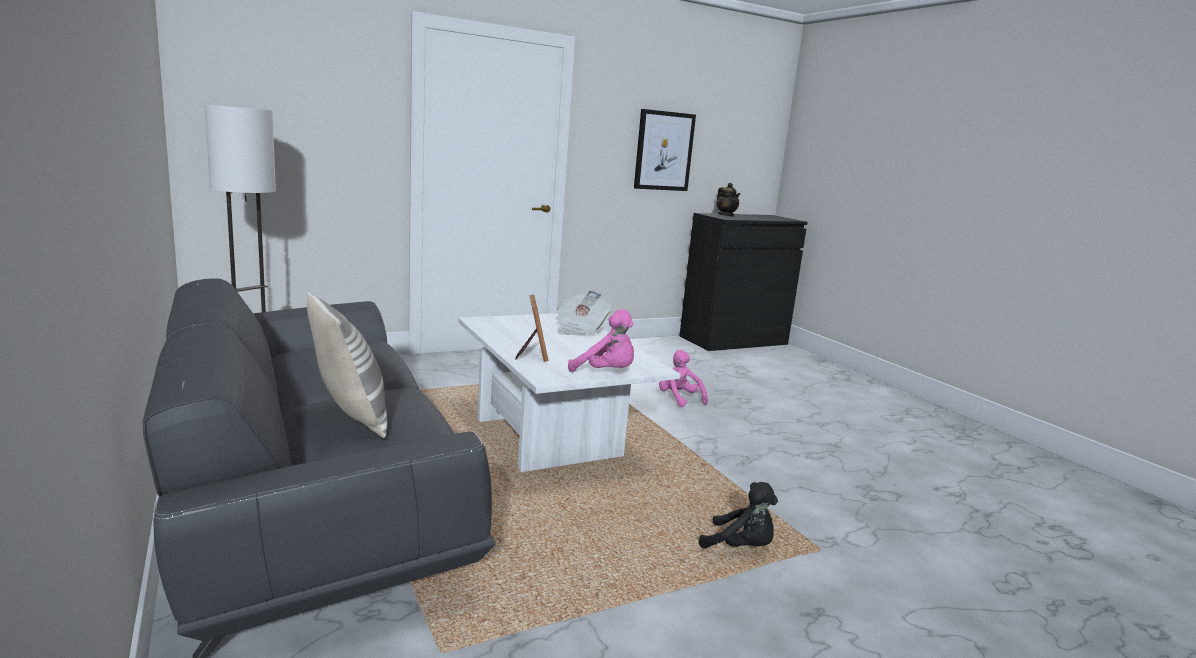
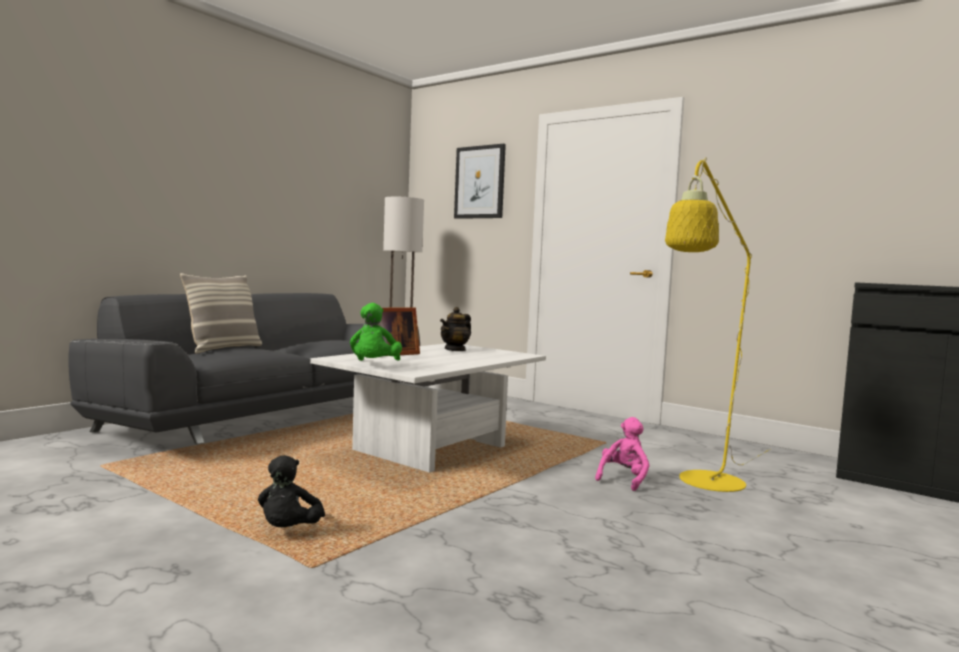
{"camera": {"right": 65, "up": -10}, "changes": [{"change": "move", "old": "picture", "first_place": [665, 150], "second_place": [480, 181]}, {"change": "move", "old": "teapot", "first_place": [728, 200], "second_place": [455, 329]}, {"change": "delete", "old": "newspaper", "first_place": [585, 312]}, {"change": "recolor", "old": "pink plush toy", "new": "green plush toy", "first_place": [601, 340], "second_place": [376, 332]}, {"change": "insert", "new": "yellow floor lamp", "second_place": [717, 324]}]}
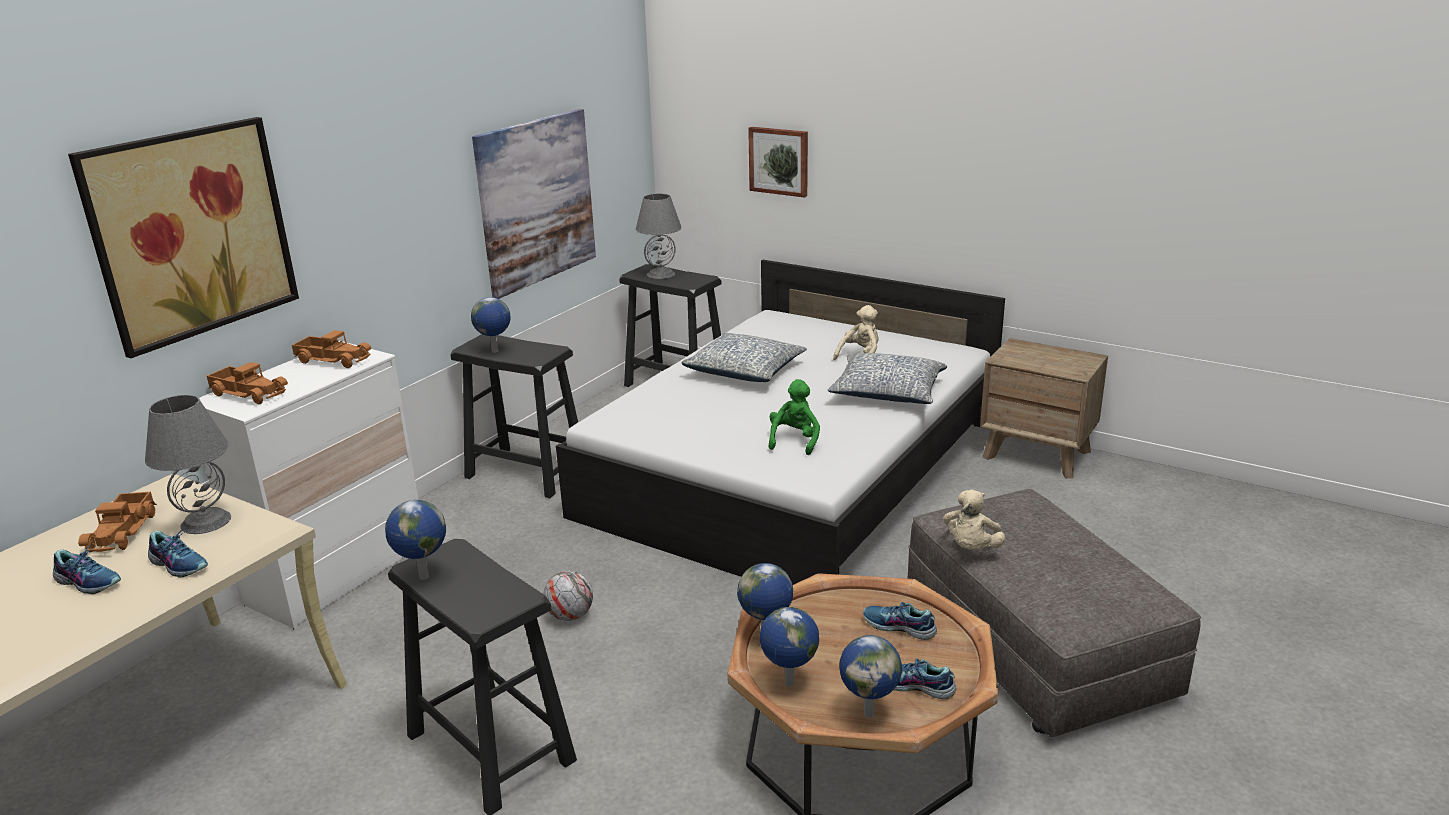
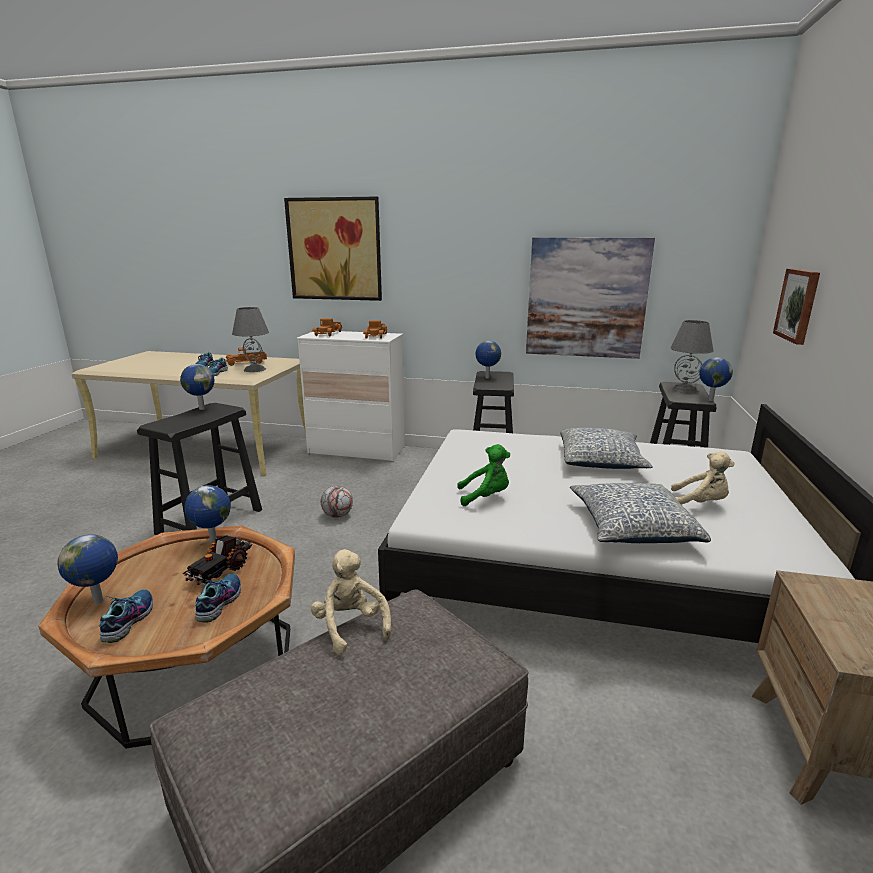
{"camera": {"right": 70, "up": -5}, "changes": [{"change": "rotate", "old": "beige plush toy", "first_place": [974, 519], "second_place": [351, 602], "degrees": 60}, {"change": "move", "old": "globe", "first_place": [789, 647], "second_place": [716, 379]}, {"change": "insert", "new": "toy truck", "second_place": [217, 560]}]}
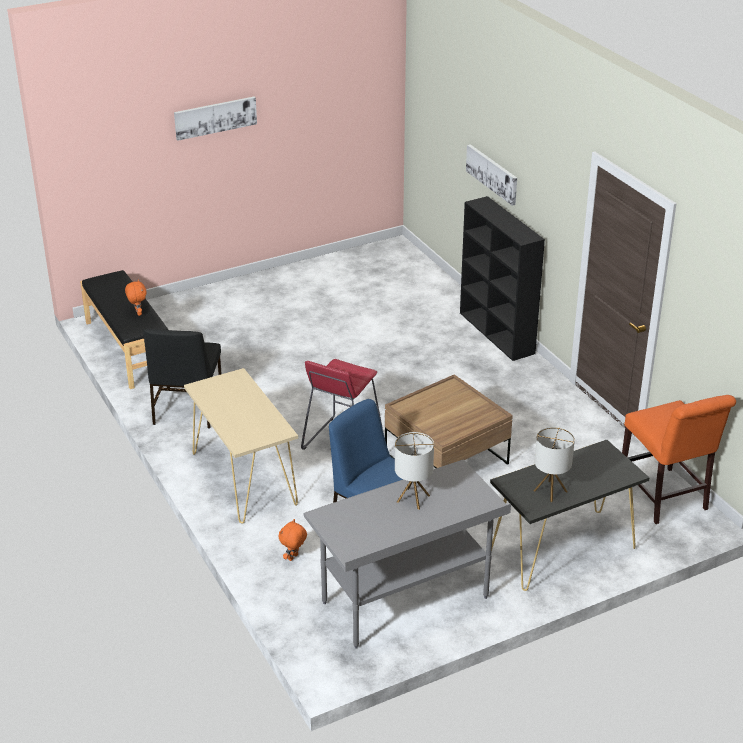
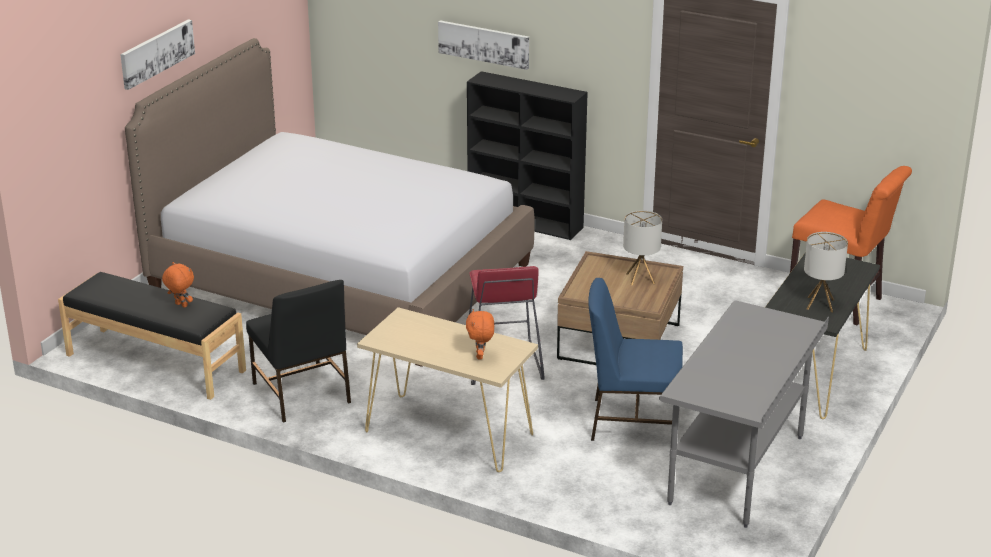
{"camera": {"right": -35, "up": -5}, "changes": [{"change": "move", "old": "table lamp", "first_place": [414, 471], "second_place": [642, 247]}, {"change": "move", "old": "orange plush toy", "first_place": [293, 540], "second_place": [480, 334]}, {"change": "insert", "new": "bed", "second_place": [329, 202]}]}
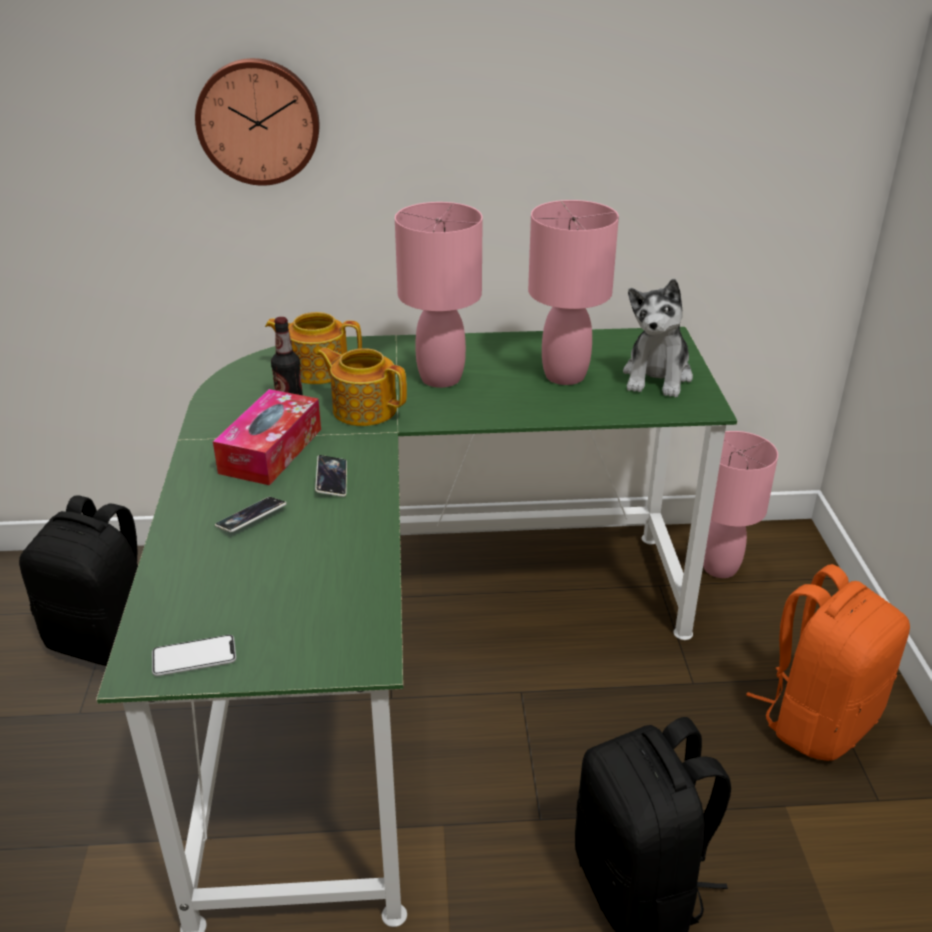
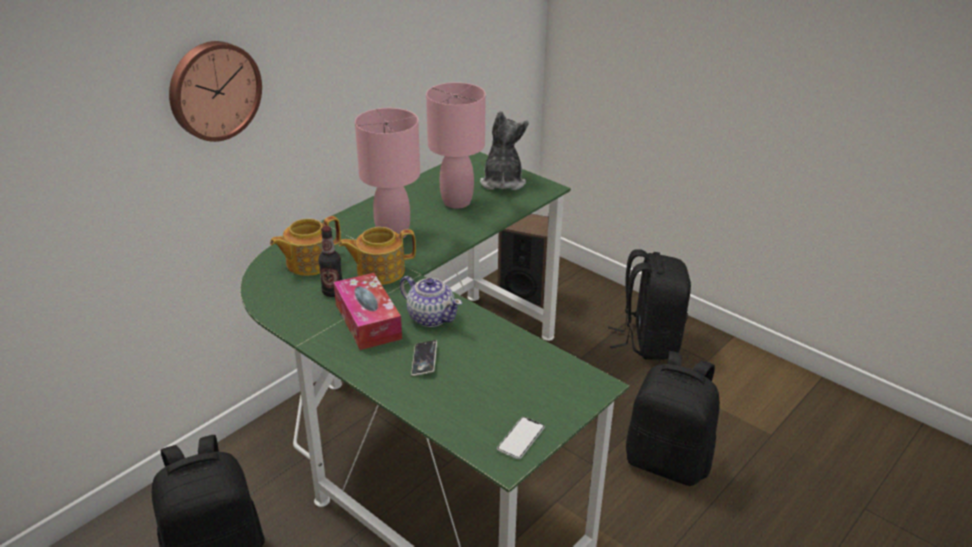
{"camera": {"right": -45, "up": 0}, "changes": [{"change": "rotate", "old": "plush toy", "first_place": [658, 338], "second_place": [504, 150], "degrees": -150}, {"change": "replace", "old": "pink table lamp", "new": "speaker", "first_place": [740, 504], "second_place": [523, 261]}, {"change": "replace", "old": "phone", "new": "teapot", "first_place": [331, 476], "second_place": [431, 301]}, {"change": "recolor", "old": "orange backpack", "new": "black backpack", "first_place": [828, 662], "second_place": [649, 304]}]}
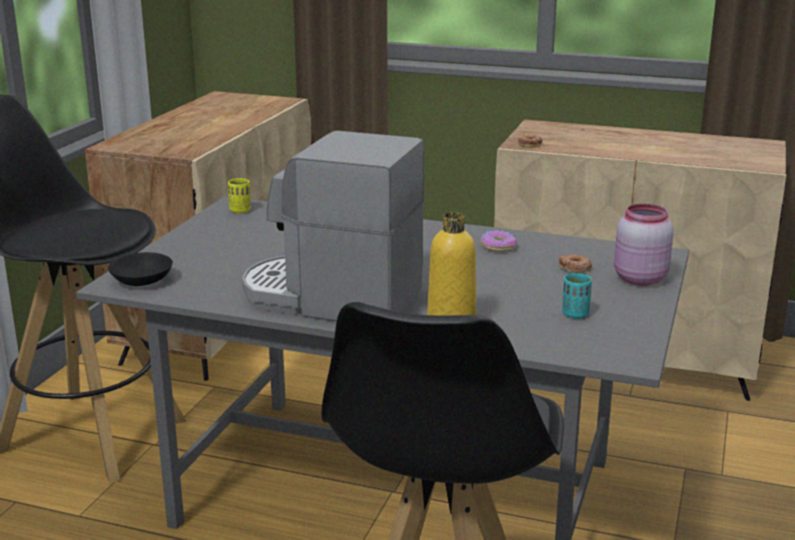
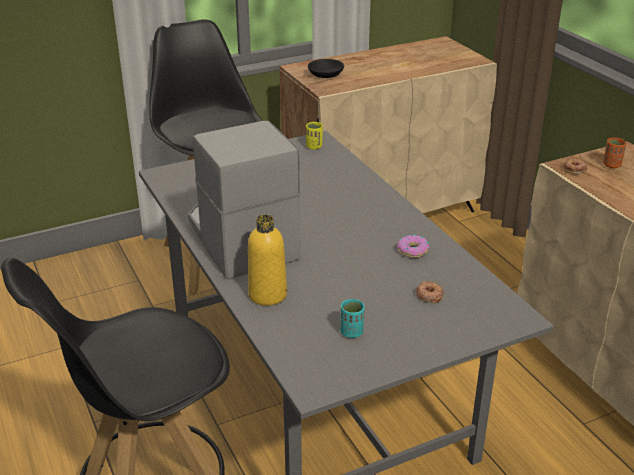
{"camera": {"right": 45, "up": 10}, "changes": [{"change": "delete", "old": "pink jar", "first_place": [644, 245]}, {"change": "move", "old": "black bowl", "first_place": [140, 269], "second_place": [326, 68]}, {"change": "insert", "new": "orange cup", "second_place": [614, 152]}]}
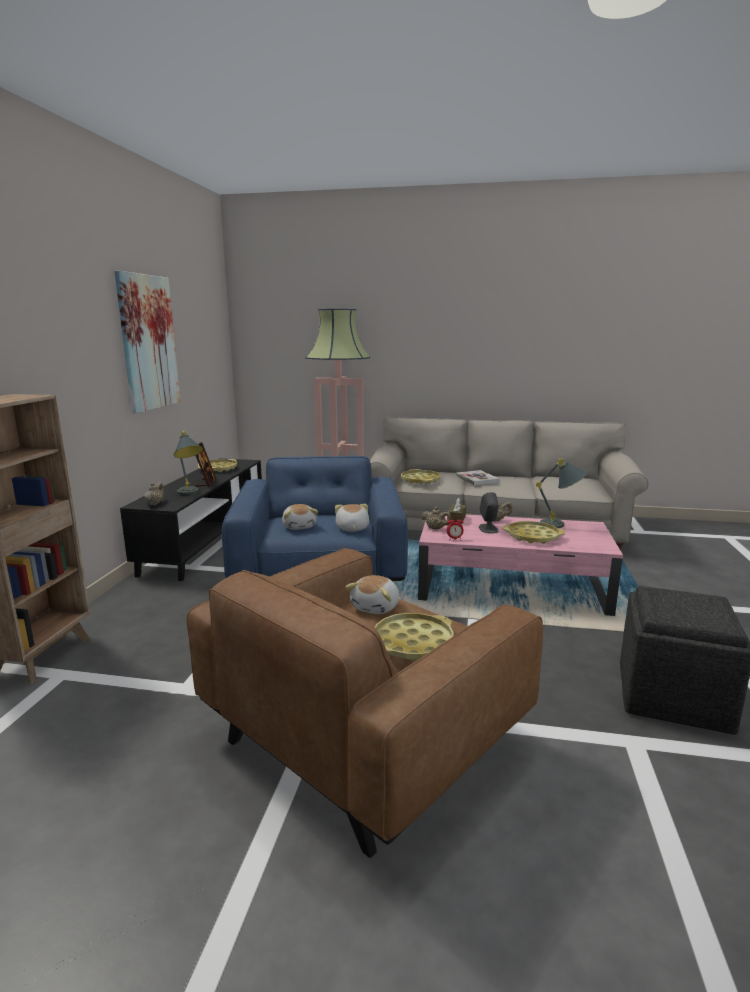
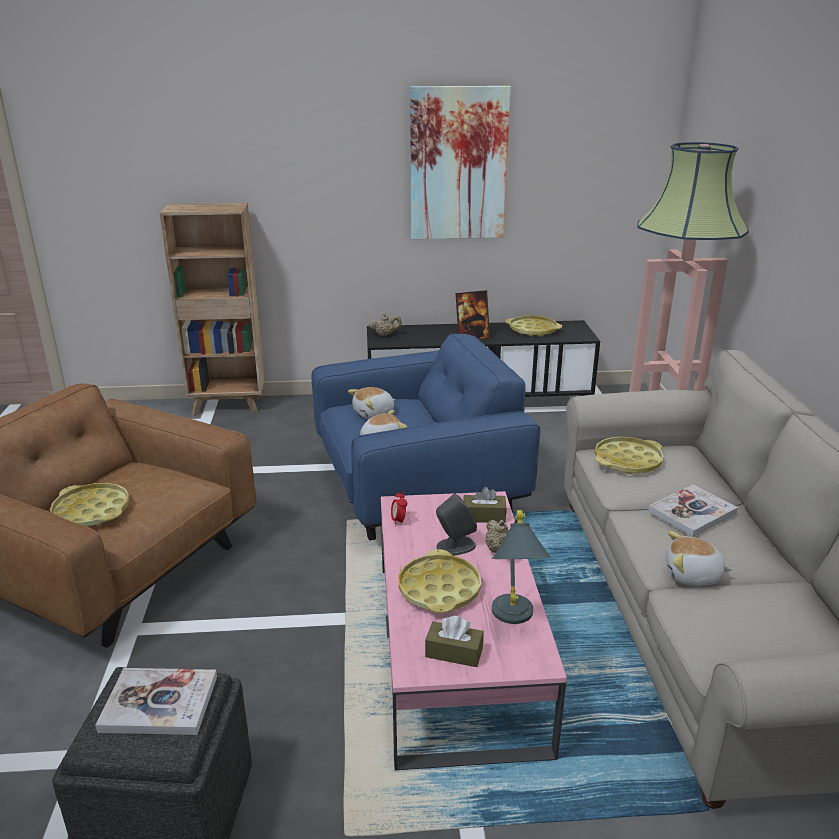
{"camera": {"right": 75, "up": 10}, "changes": [{"change": "delete", "old": "grey table lamp", "first_place": [188, 463]}, {"change": "delete", "old": "beige teapot", "first_place": [436, 518]}, {"change": "move", "old": "plush toy", "first_place": [372, 594], "second_place": [699, 558]}, {"change": "insert", "new": "brown tissue box", "second_place": [454, 641]}, {"change": "insert", "new": "book", "second_place": [156, 701]}]}
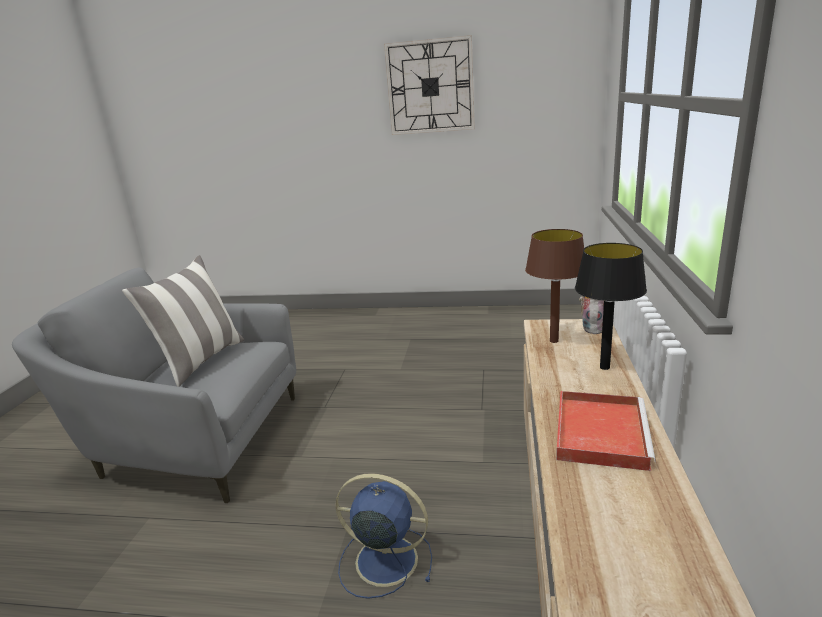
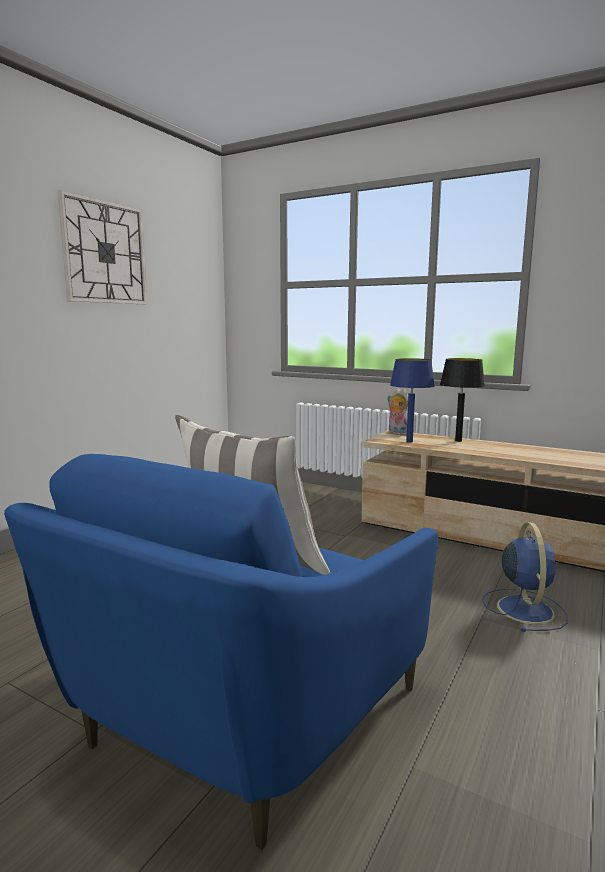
{"camera": {"right": -70, "up": -10}, "changes": [{"change": "recolor", "old": "brown table lamp", "new": "blue table lamp", "first_place": [554, 286], "second_place": [412, 400]}, {"change": "recolor", "old": "grey armchair", "new": "blue armchair", "first_place": [154, 385], "second_place": [221, 652]}, {"change": "delete", "old": "red tray", "first_place": [606, 431]}, {"change": "rotate", "old": "blue fan", "first_place": [383, 536], "second_place": [525, 577], "degrees": 150}]}
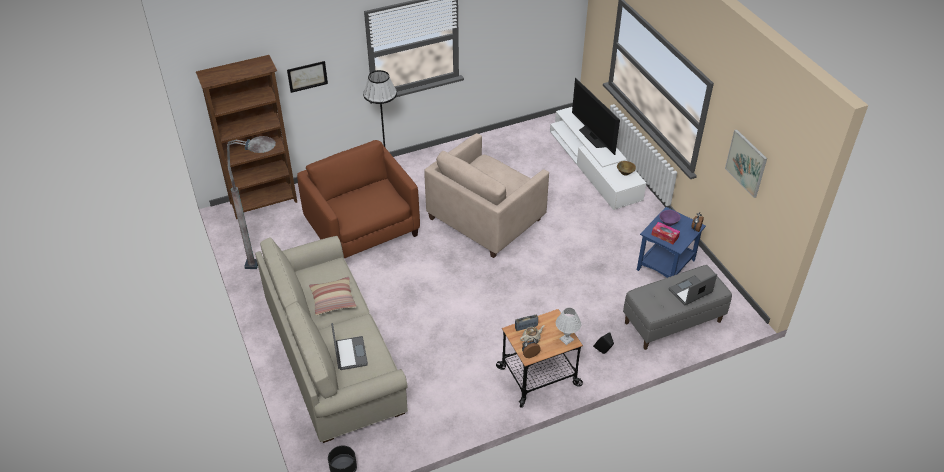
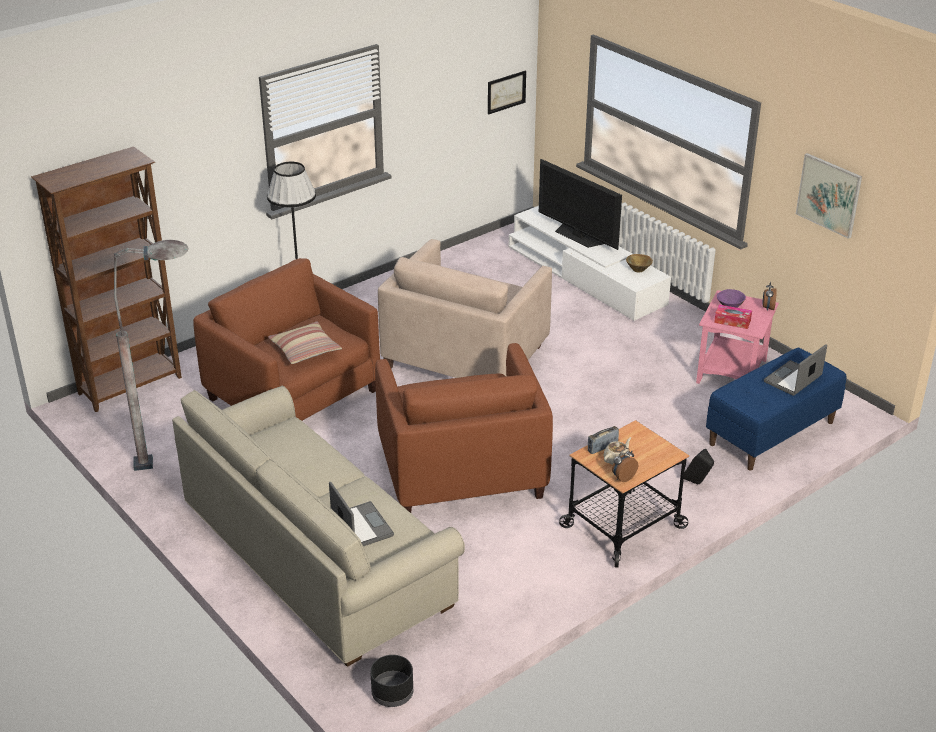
{"camera": {"right": -15, "up": -10}, "changes": [{"change": "move", "old": "picture", "first_place": [307, 77], "second_place": [507, 92]}, {"change": "recolor", "old": "blue side table", "new": "pink side table", "first_place": [671, 242], "second_place": [737, 337]}, {"change": "recolor", "old": "grey bench", "new": "blue bench", "first_place": [677, 307], "second_place": [776, 409]}, {"change": "move", "old": "pillow", "first_place": [333, 296], "second_place": [305, 343]}, {"change": "delete", "old": "white table lamp", "first_place": [568, 326]}, {"change": "insert", "new": "brown armchair", "second_place": [464, 428]}]}
